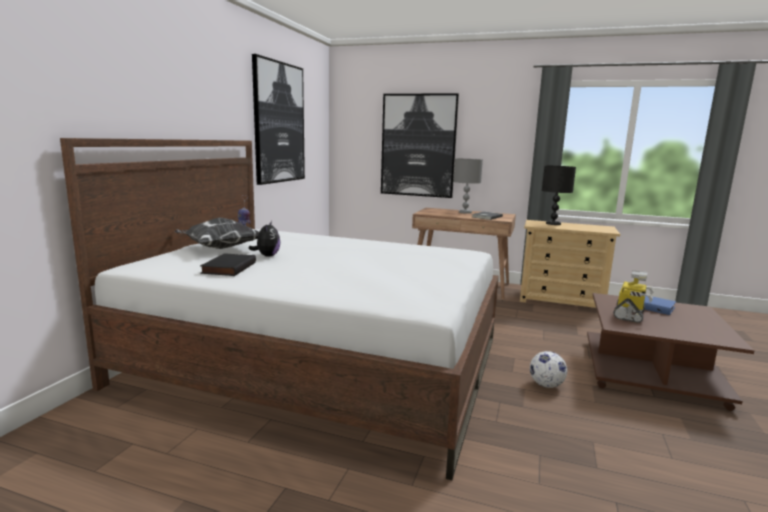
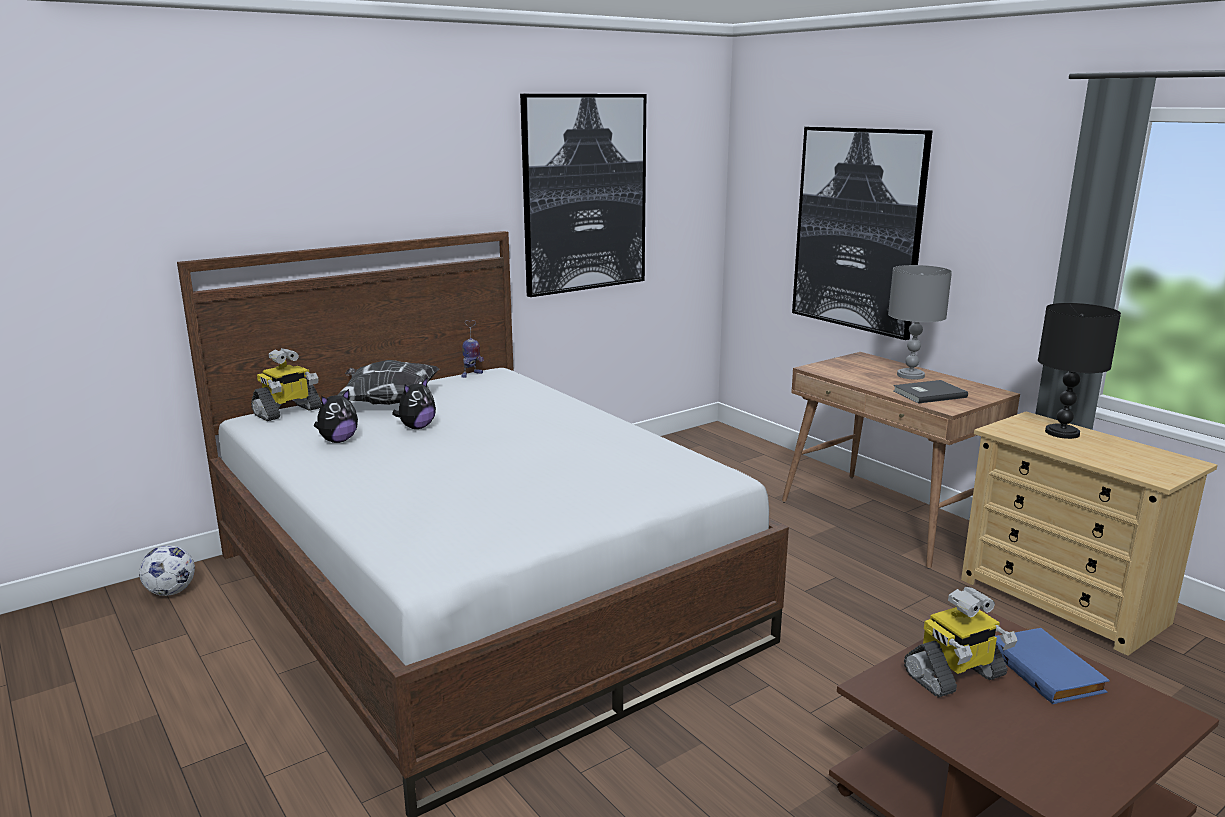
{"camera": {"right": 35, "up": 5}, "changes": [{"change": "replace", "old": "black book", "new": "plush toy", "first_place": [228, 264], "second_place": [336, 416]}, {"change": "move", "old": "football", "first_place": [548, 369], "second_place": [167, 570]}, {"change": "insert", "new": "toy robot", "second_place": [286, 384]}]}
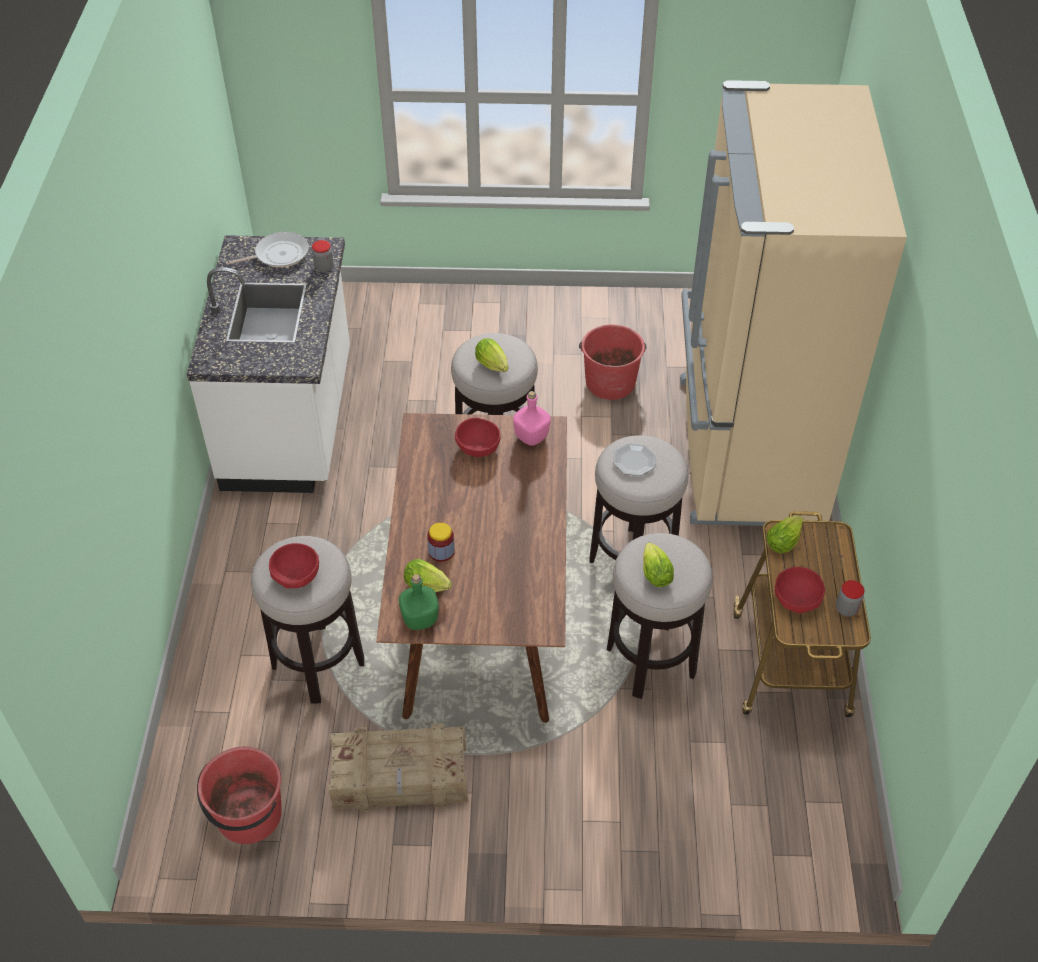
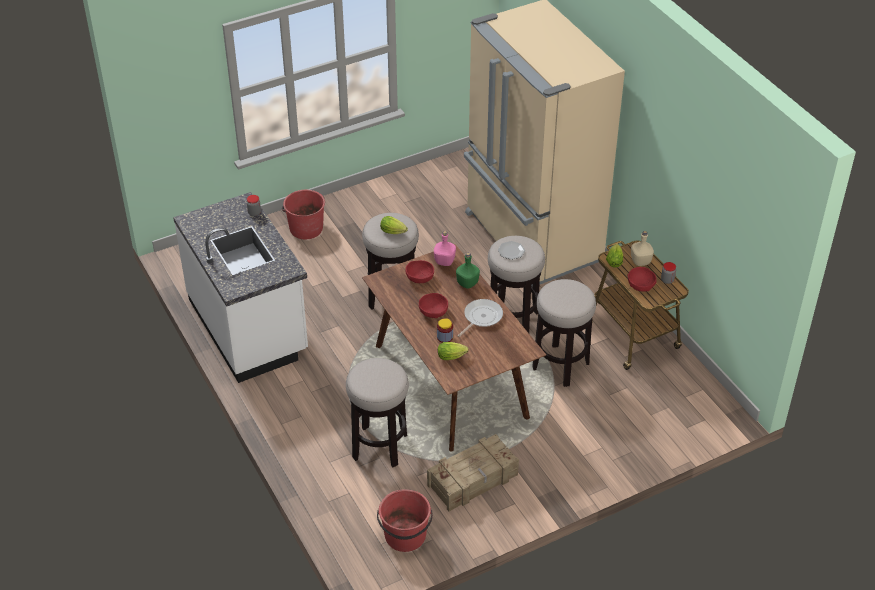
{"camera": {"right": -30, "up": -5}, "changes": [{"change": "move", "old": "frying pan", "first_place": [267, 250], "second_place": [480, 318]}, {"change": "move", "old": "red bucket", "first_place": [612, 362], "second_place": [303, 214]}, {"change": "move", "old": "red bowl", "first_place": [294, 565], "second_place": [433, 305]}, {"change": "delete", "old": "lettuce", "first_place": [658, 565]}, {"change": "move", "old": "green bottle", "first_place": [419, 602], "second_place": [468, 271]}, {"change": "insert", "new": "beige bottle", "second_place": [642, 248]}]}
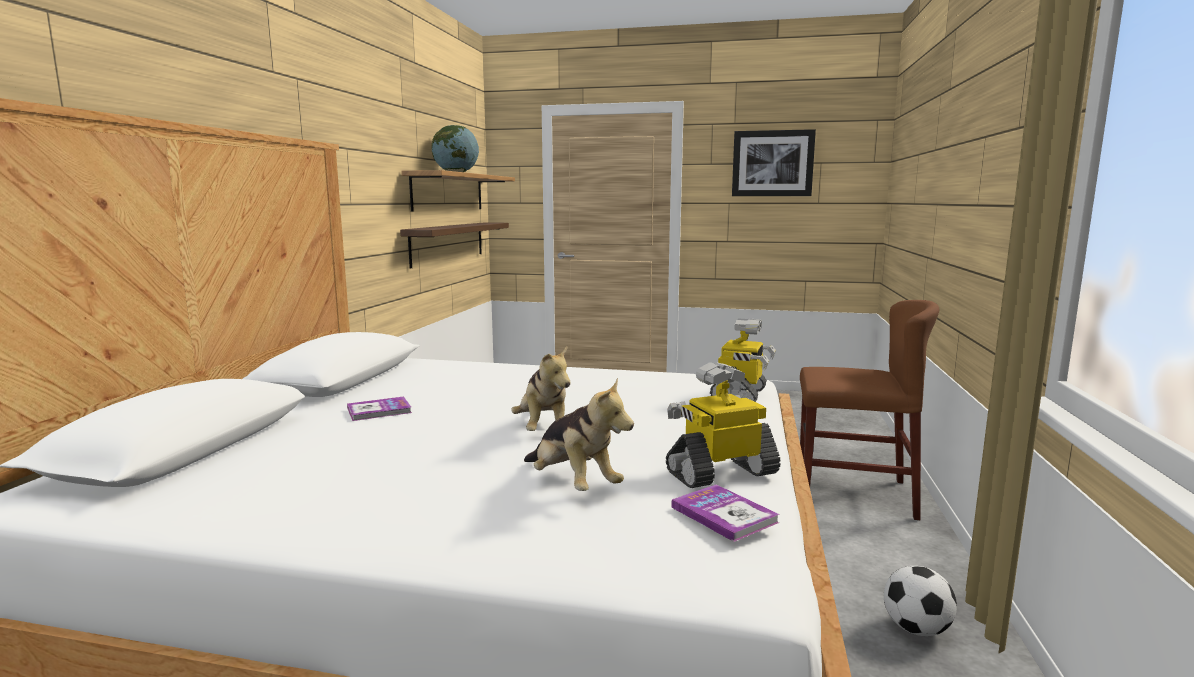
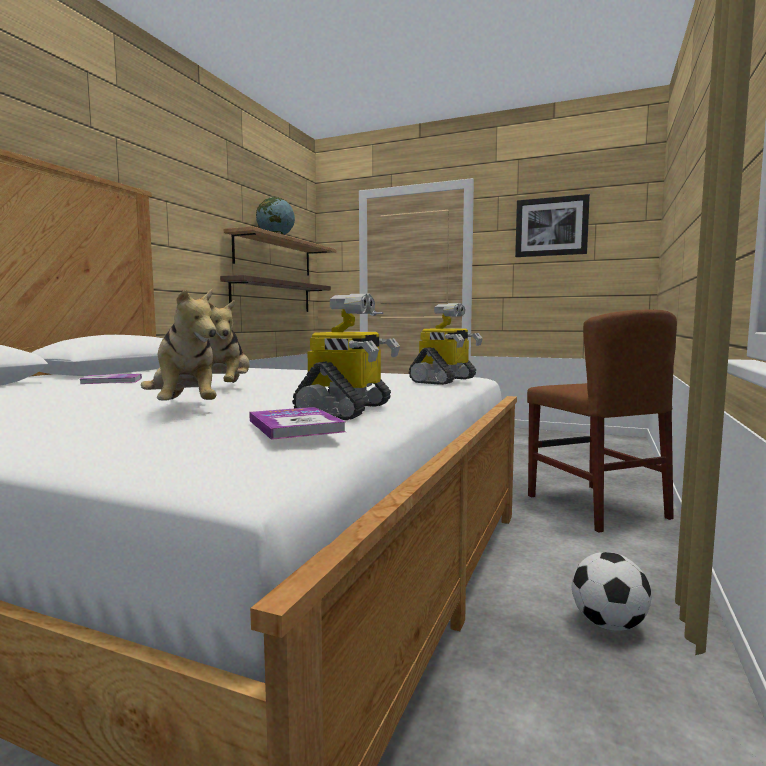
{"camera": {"right": 10, "up": -5}, "changes": [{"change": "rotate", "old": "brown chair", "first_place": [869, 410], "second_place": [602, 421], "degrees": 45}, {"change": "rotate", "old": "toy robot", "first_place": [723, 425], "second_place": [346, 357], "degrees": 120}]}
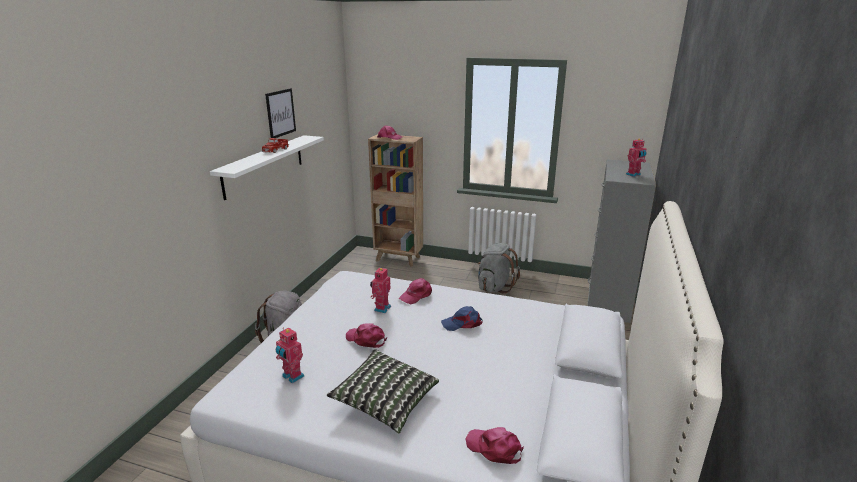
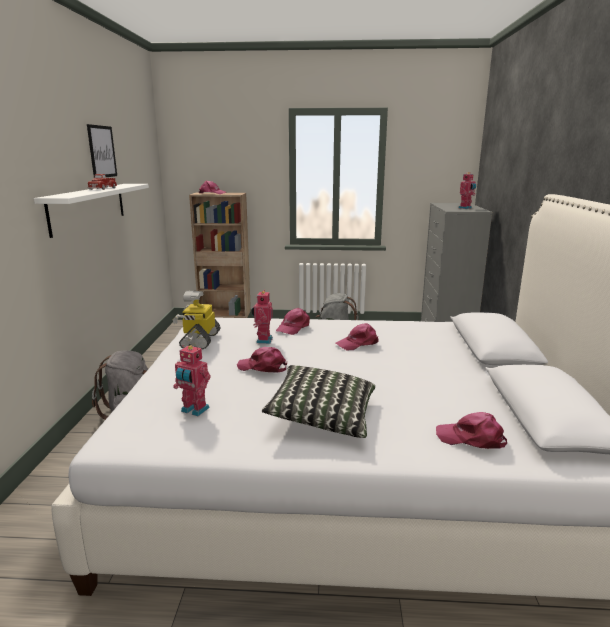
{"camera": {"right": -15, "up": -5}, "changes": [{"change": "recolor", "old": "blue cap", "new": "pink cap", "first_place": [462, 318], "second_place": [357, 337]}, {"change": "insert", "new": "toy robot", "second_place": [197, 320]}]}
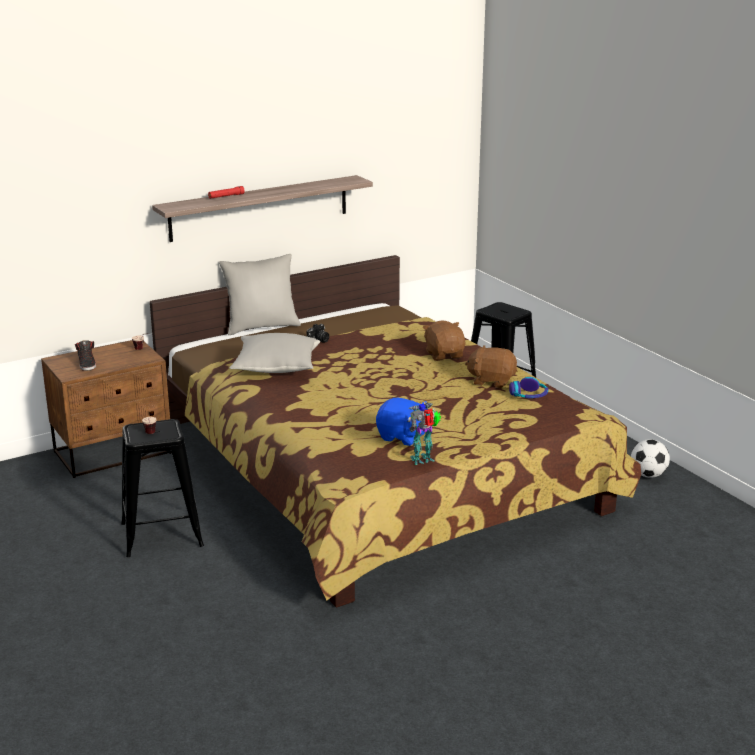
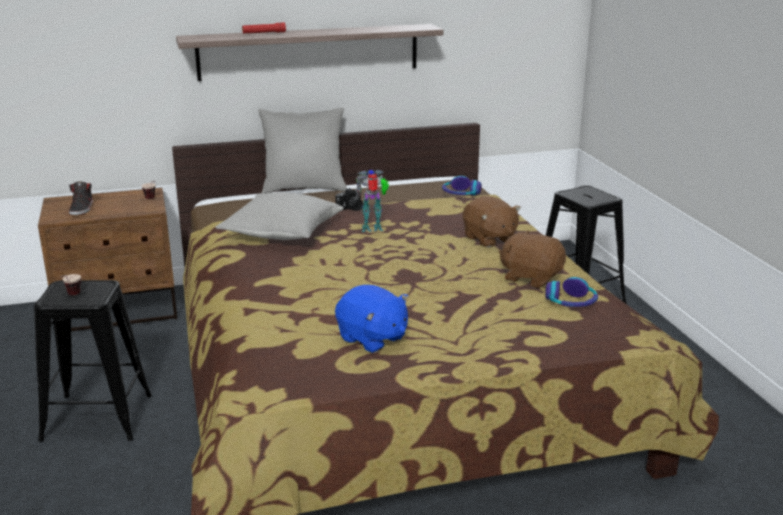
{"camera": {"right": 15, "up": 0}, "changes": [{"change": "rotate", "old": "brown plush toy", "first_place": [444, 341], "second_place": [492, 222], "degrees": 150}, {"change": "move", "old": "toy robot", "first_place": [425, 434], "second_place": [372, 201]}, {"change": "delete", "old": "football", "first_place": [650, 458]}, {"change": "insert", "new": "headphones", "second_place": [462, 185]}]}
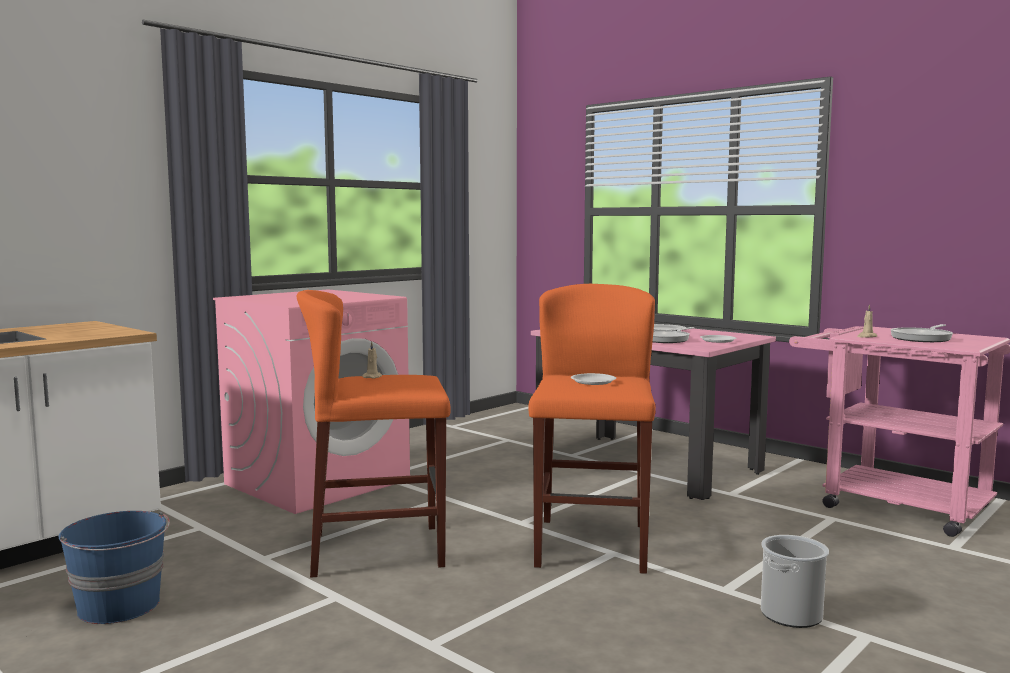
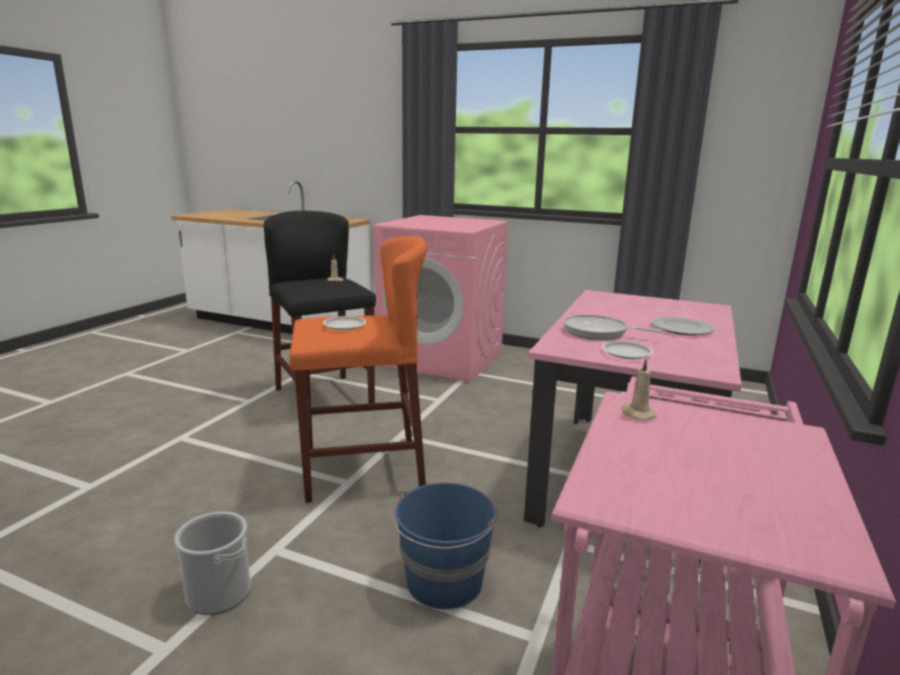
{"camera": {"right": 70, "up": 10}, "changes": [{"change": "recolor", "old": "orange stool", "new": "black stool", "first_place": [374, 434], "second_place": [320, 307]}, {"change": "delete", "old": "frying pan", "first_place": [921, 333]}, {"change": "move", "old": "blue bucket", "first_place": [114, 567], "second_place": [444, 546]}]}
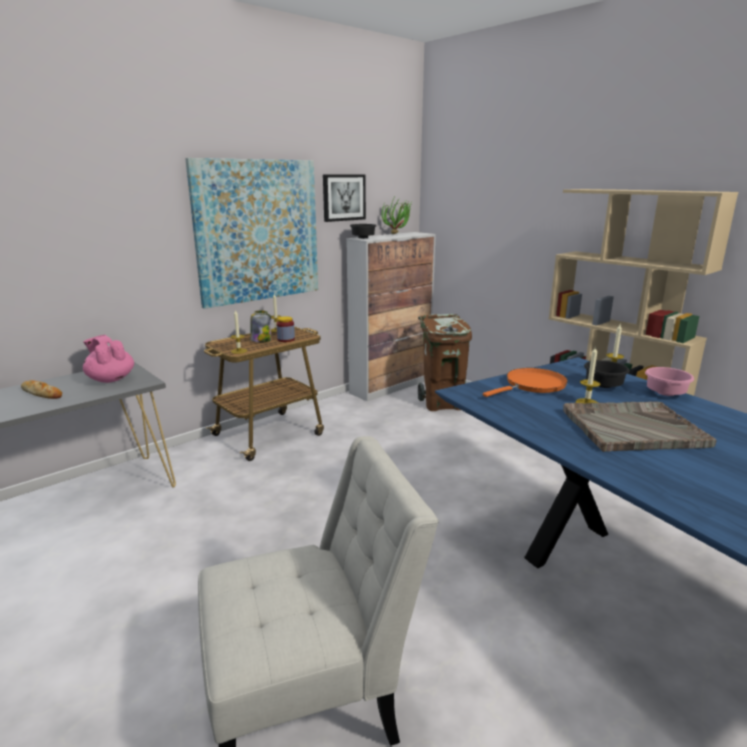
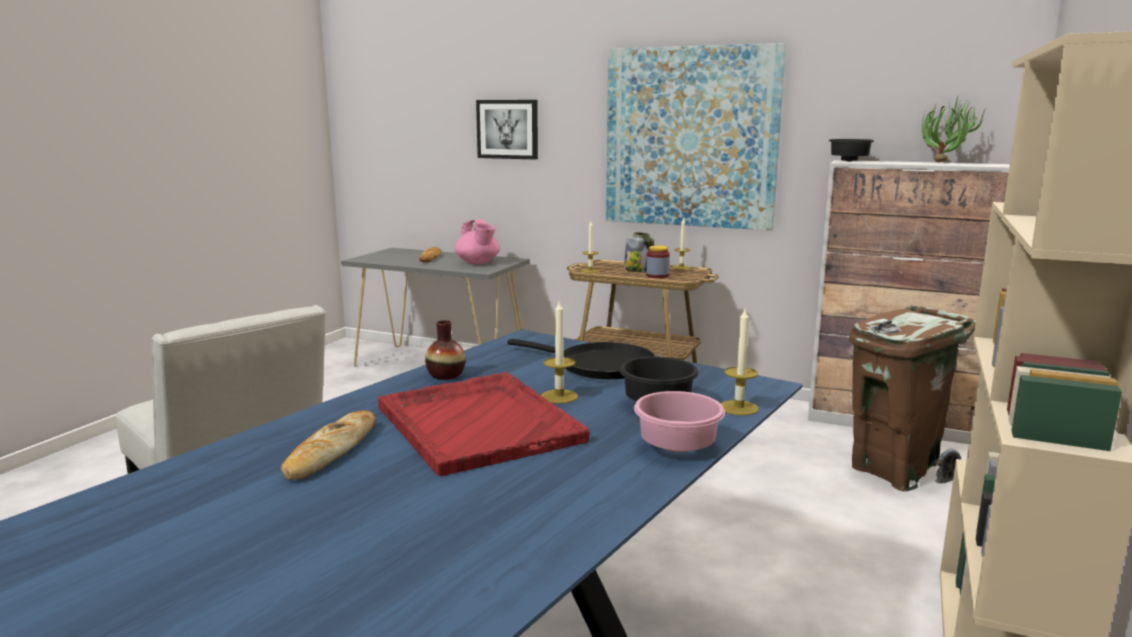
{"camera": {"right": 65, "up": -5}, "changes": [{"change": "move", "old": "picture", "first_place": [344, 198], "second_place": [507, 130]}, {"change": "rotate", "old": "pink teapot", "first_place": [108, 359], "second_place": [477, 242], "degrees": 135}, {"change": "recolor", "old": "orange frying pan", "new": "black frying pan", "first_place": [525, 382], "second_place": [581, 359]}, {"change": "recolor", "old": "grey tray", "new": "red tray", "first_place": [639, 427], "second_place": [484, 424]}, {"change": "insert", "new": "vase", "second_place": [445, 350]}, {"change": "insert", "new": "bread", "second_place": [328, 445]}]}
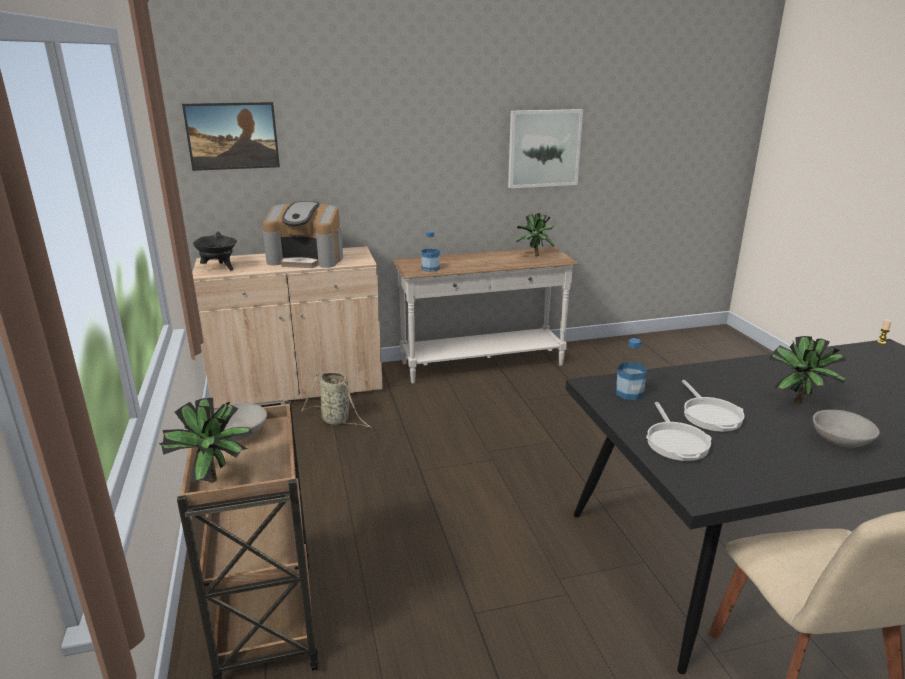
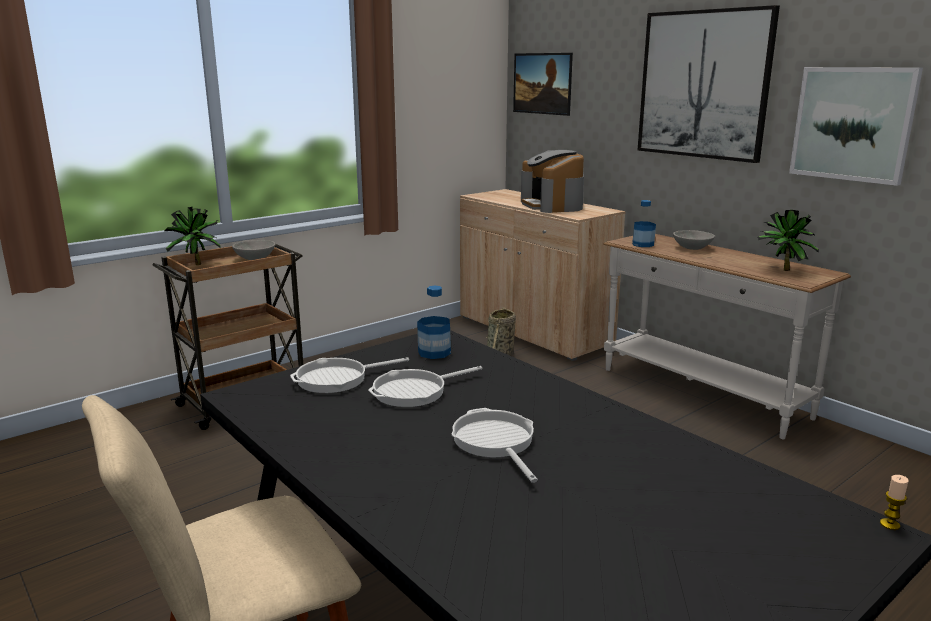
{"camera": {"right": 65, "up": -5}, "changes": [{"change": "delete", "old": "black cooking pot", "first_place": [214, 251]}, {"change": "replace", "old": "potted plant", "new": "frying pan", "first_place": [808, 370], "second_place": [495, 445]}, {"change": "move", "old": "grey bowl", "first_place": [846, 429], "second_place": [694, 240]}, {"change": "insert", "new": "picture", "second_place": [709, 84]}]}
